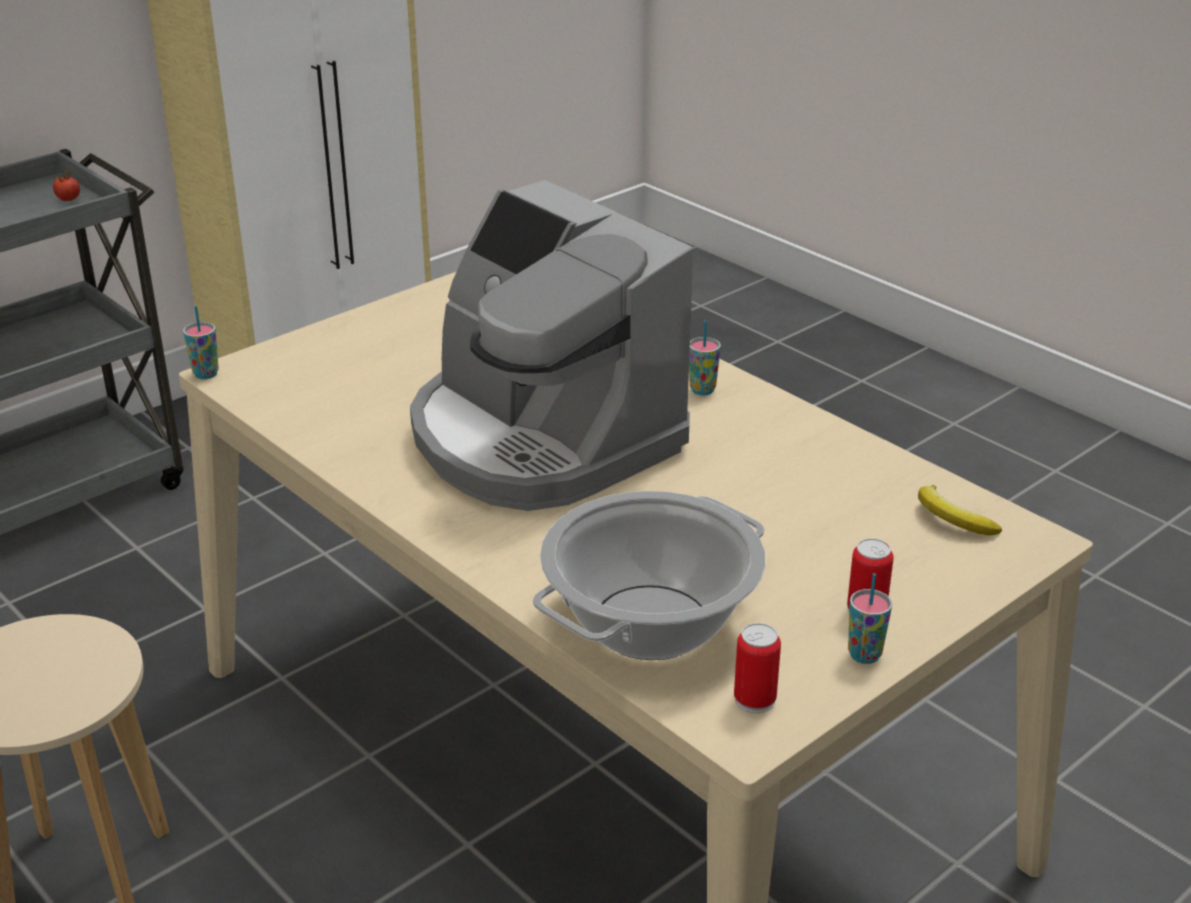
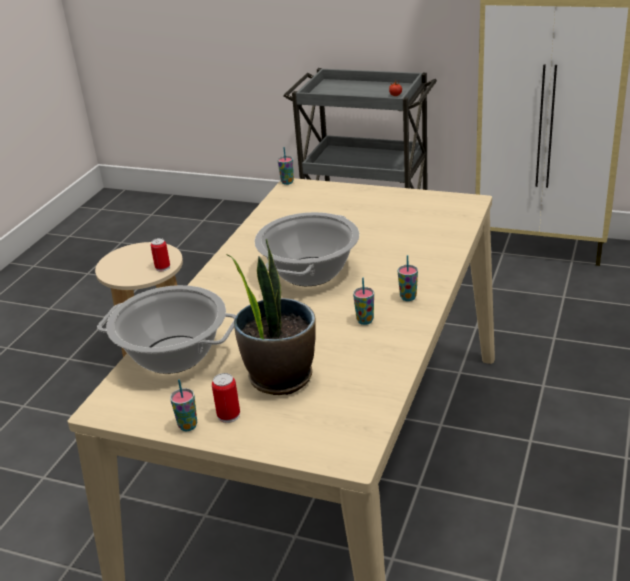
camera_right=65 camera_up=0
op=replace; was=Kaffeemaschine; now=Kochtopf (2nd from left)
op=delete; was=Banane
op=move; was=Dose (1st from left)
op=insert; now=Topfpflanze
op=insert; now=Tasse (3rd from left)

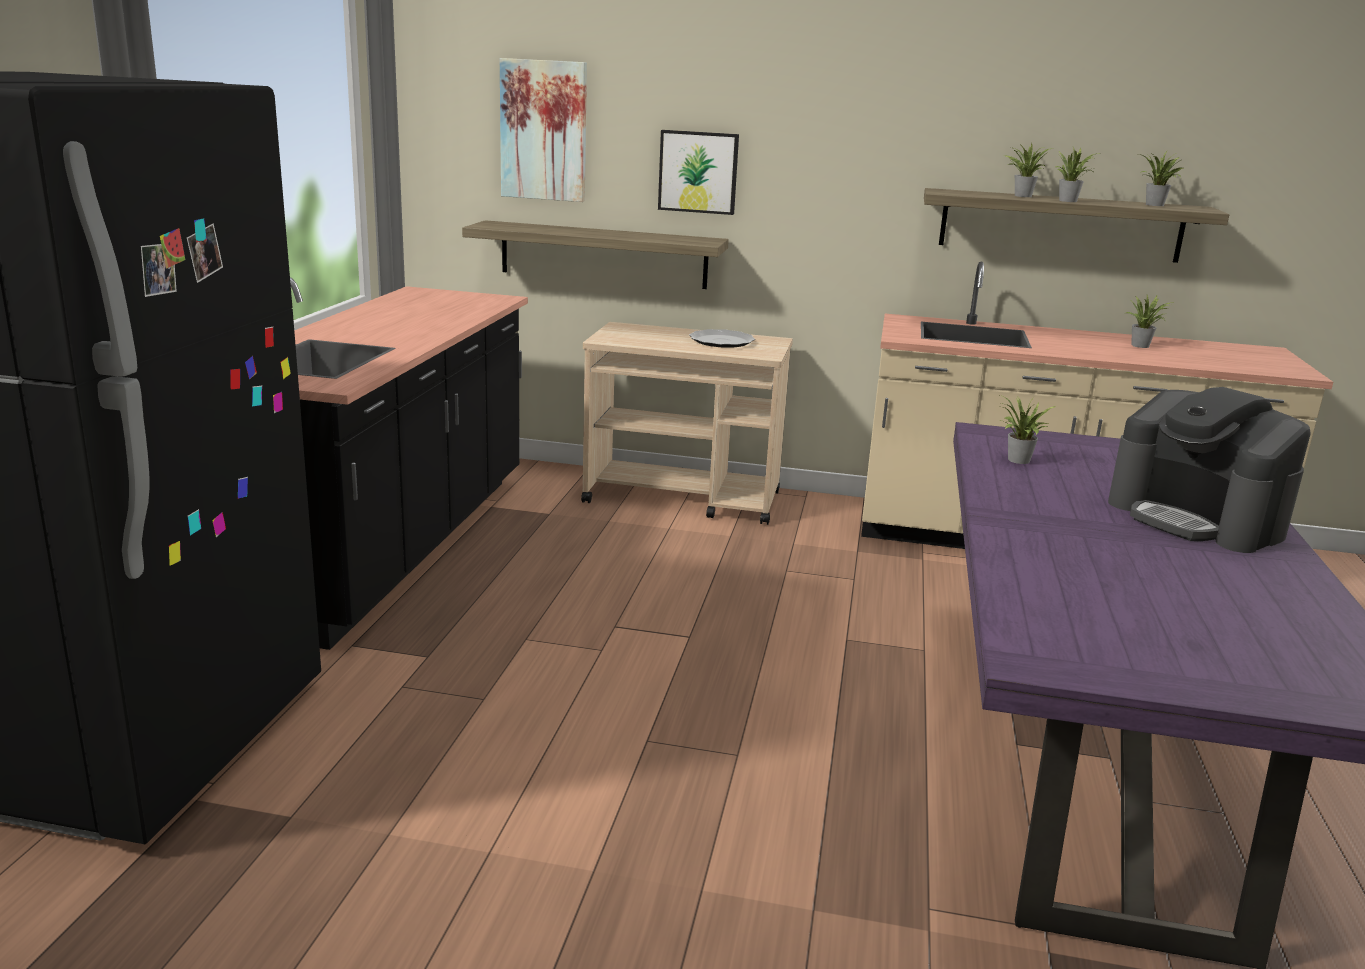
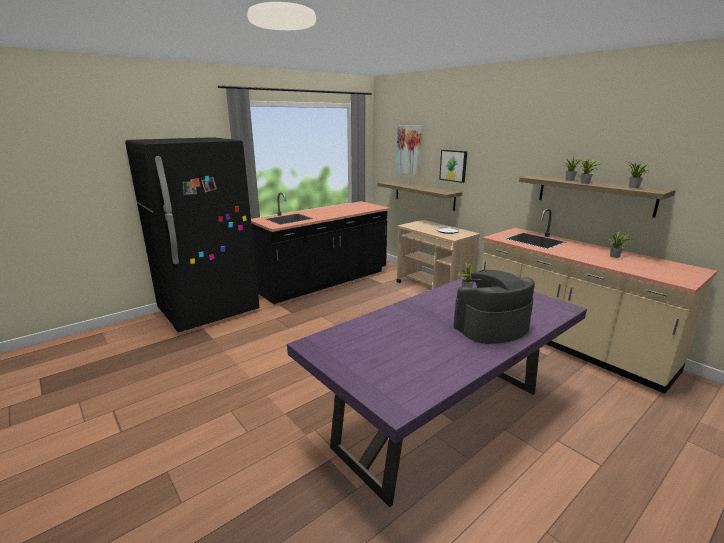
camera_right=40 camera_up=0
op=rotate; was=Kaffeemaschine; clockwise=60

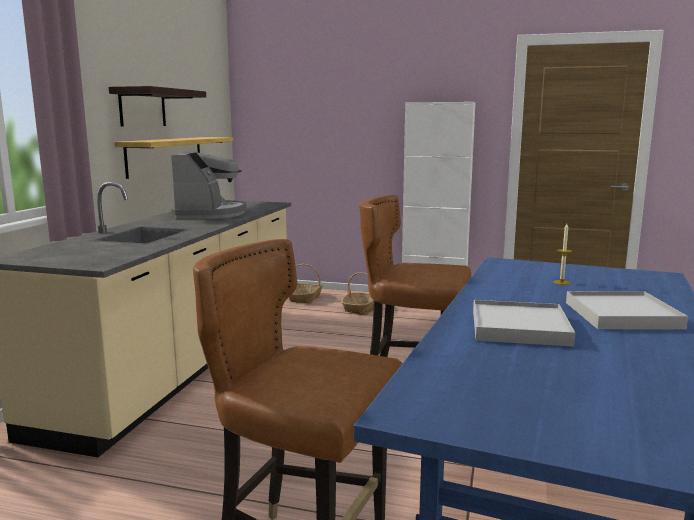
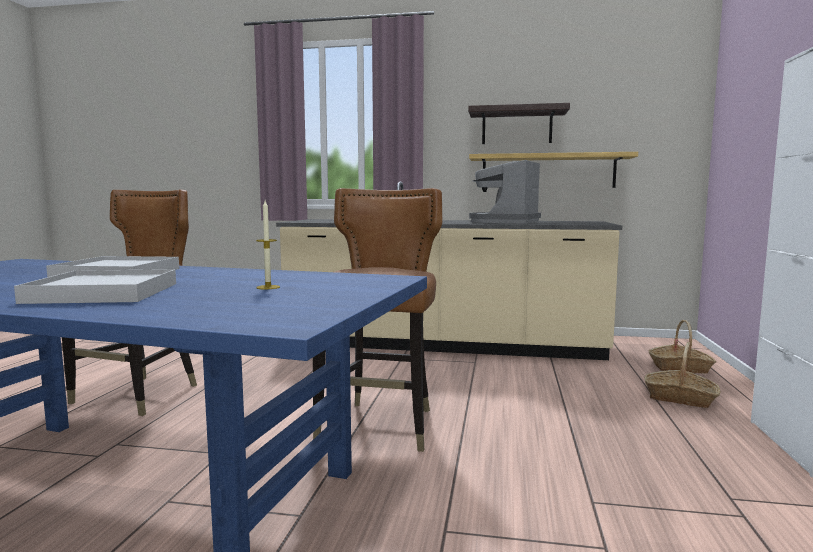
camera_right=85 camera_up=-5
op=rotate; was=Kaffeemaschine; clockwise=120

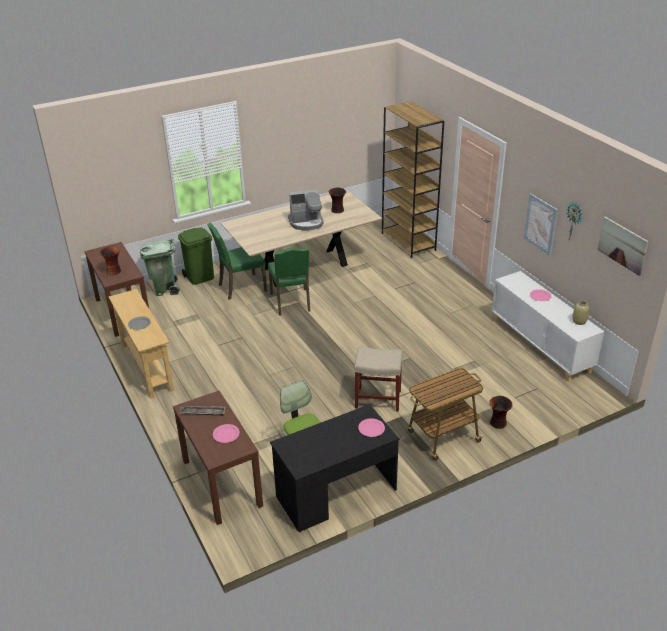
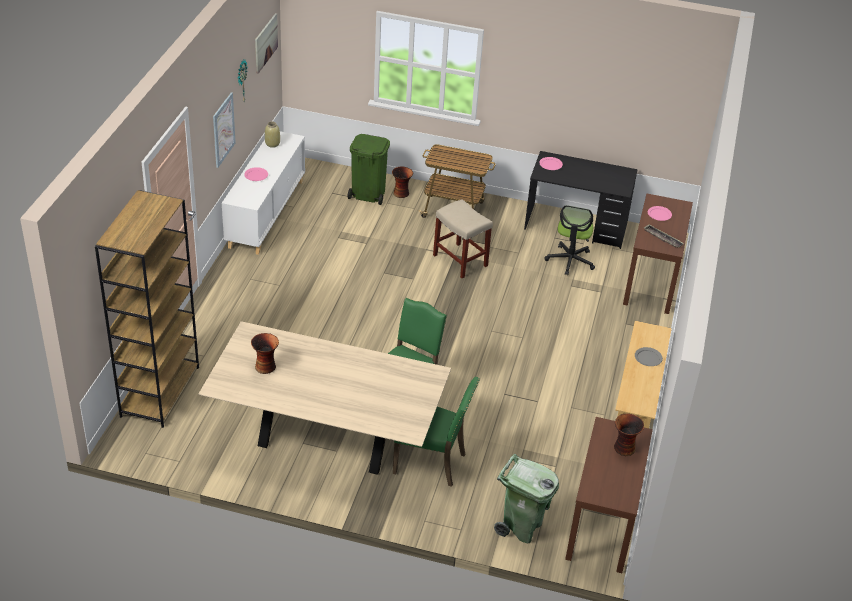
camera_right=-140 camera_up=5
op=delete; was=Kaffeemaschine
op=move; was=Mülleimer [grün] (2nd from left in the first image); now=Mülleimer [grün] (1st from left)

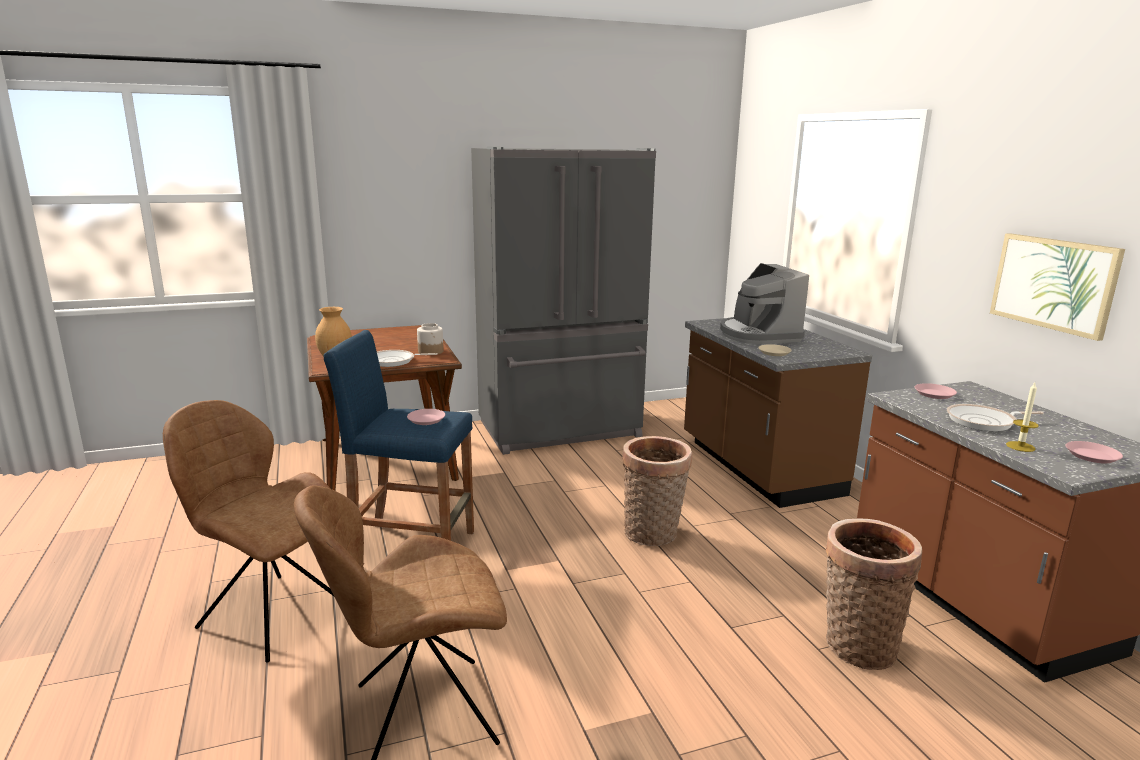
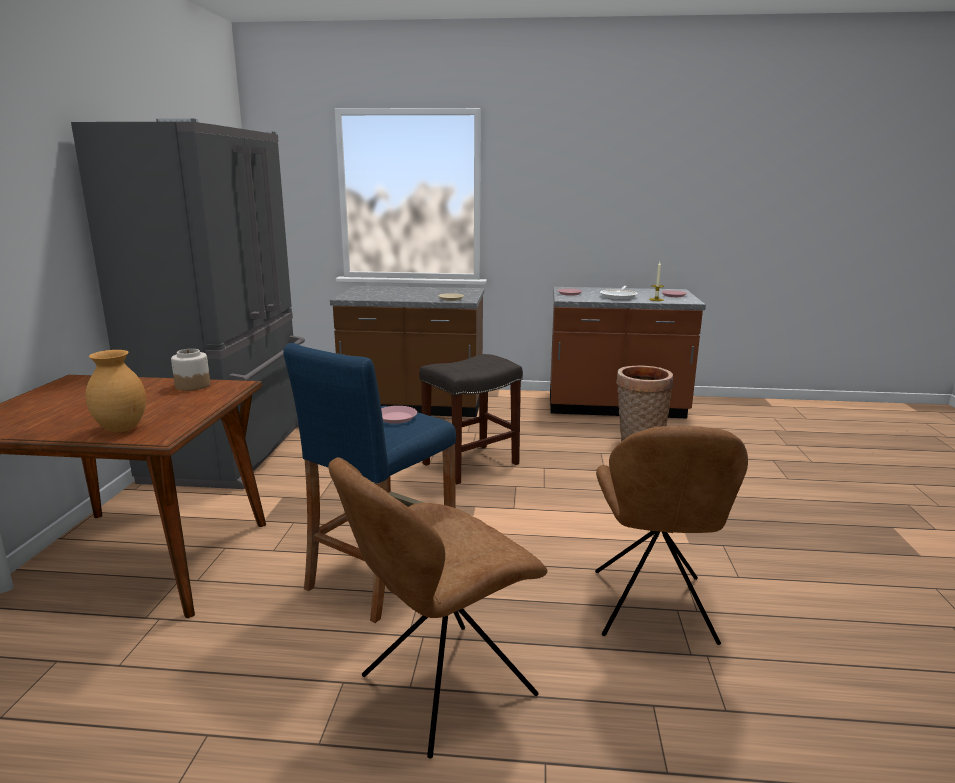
camera_right=-65 camera_up=0
op=delete; was=Bild
op=delete; was=Kaffeemaschine
op=delete; was=Pfanne (1st from left)
op=replace; was=Korb (1st from left); now=Hocker [grau]

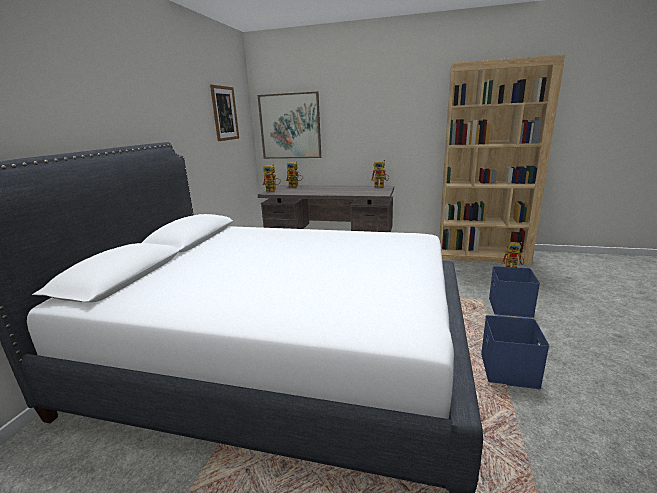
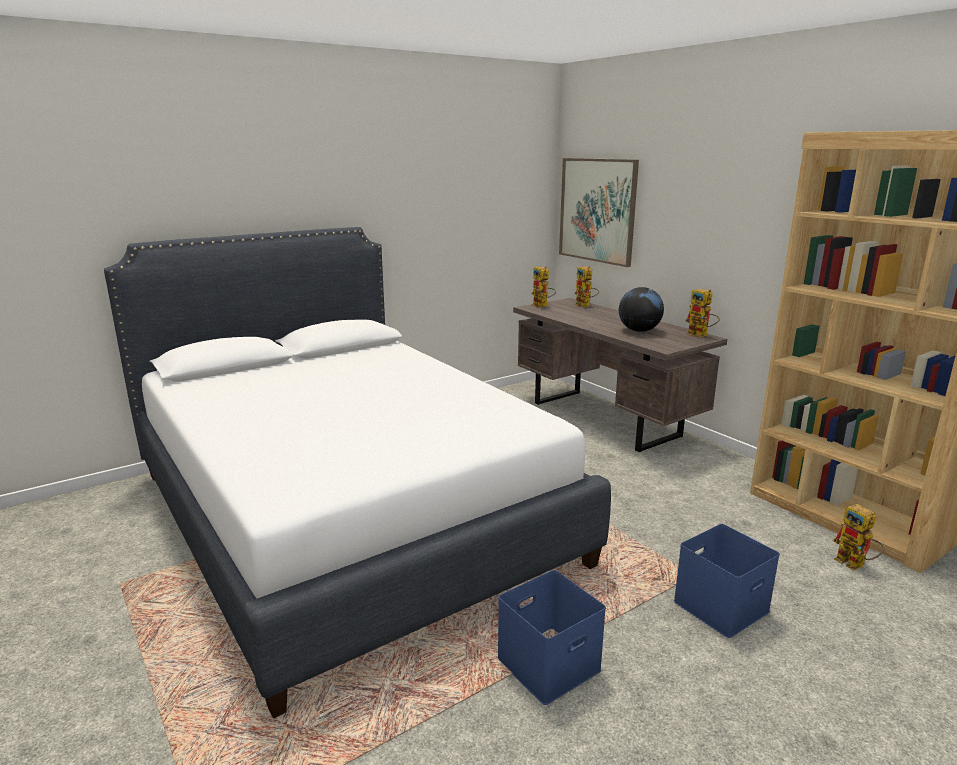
camera_right=40 camera_up=0
op=delete; was=Bild (1st from left)
op=insert; now=Globus

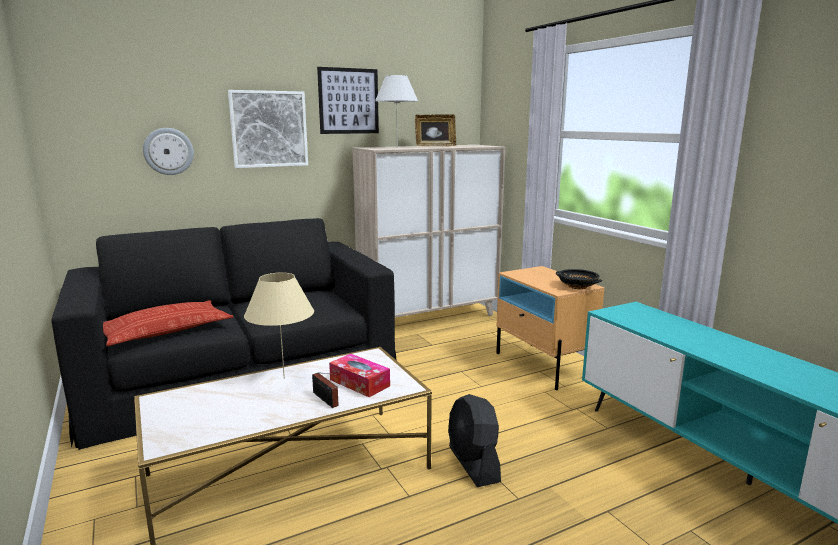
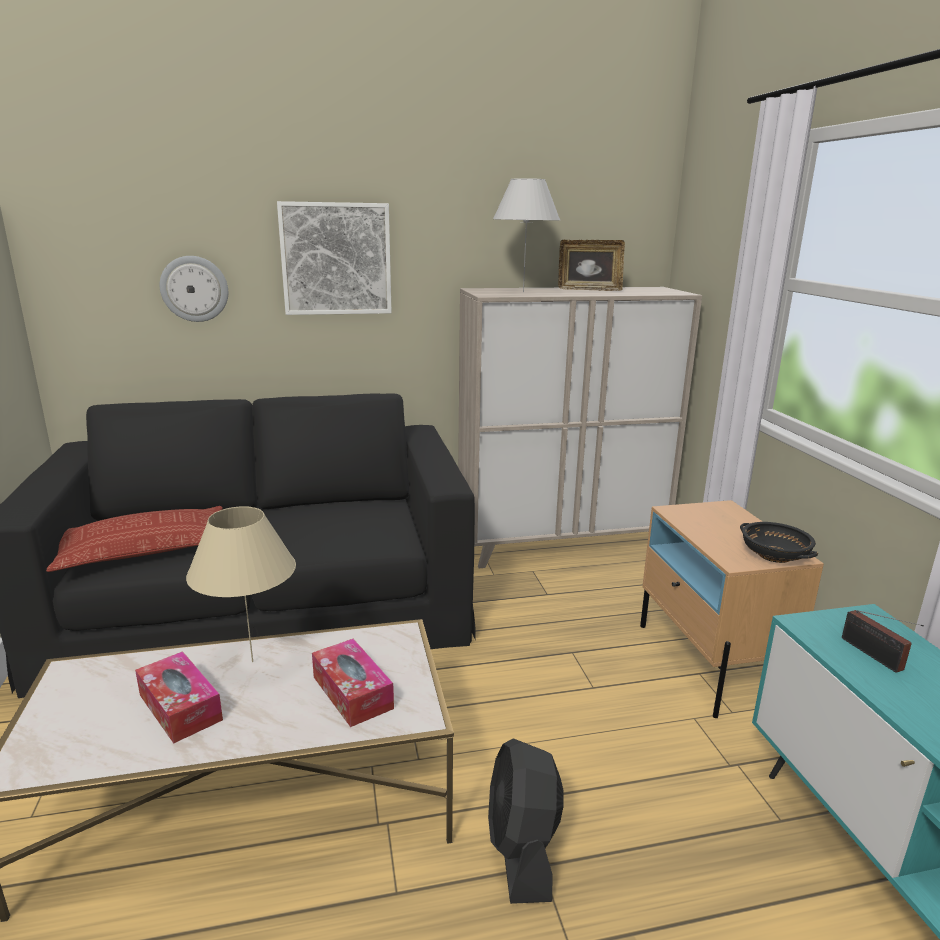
camera_right=15 camera_up=5
op=delete; was=Bild (2nd from left)
op=move; was=Radio
op=insert; now=Taschentuchbox (1st from left)

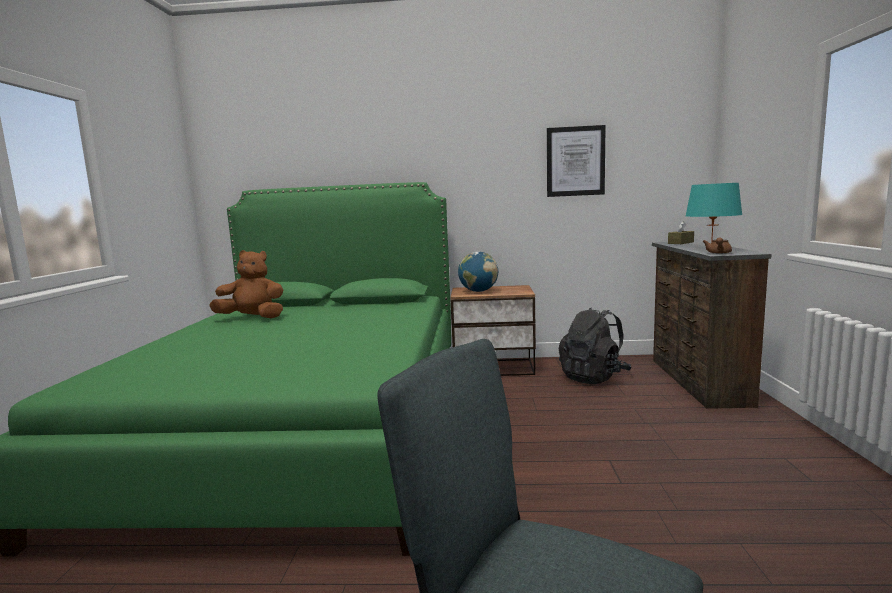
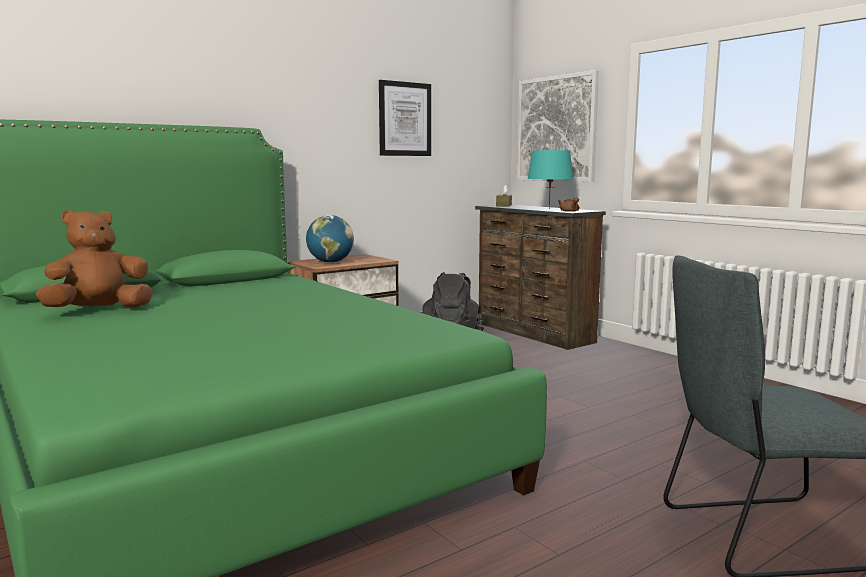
camera_right=-40 camera_up=0
op=insert; now=Bild (2nd from left)

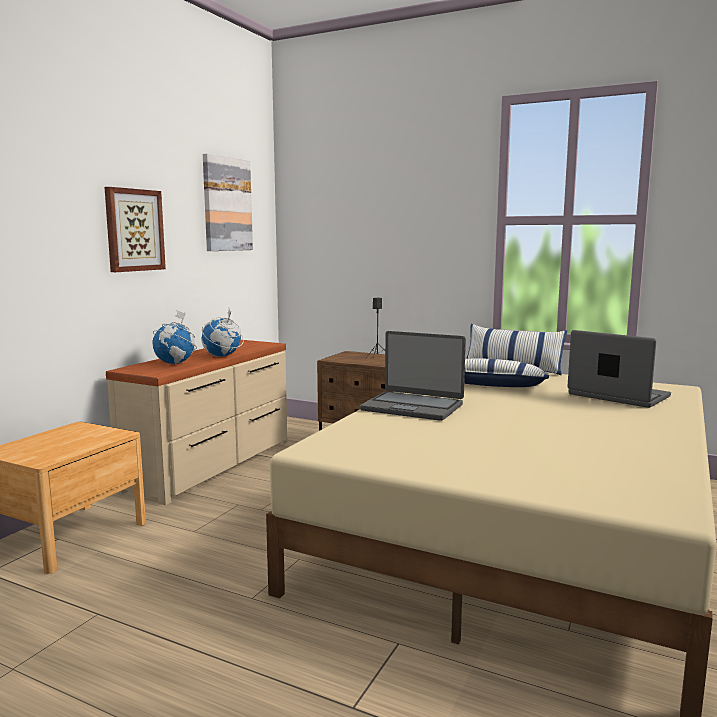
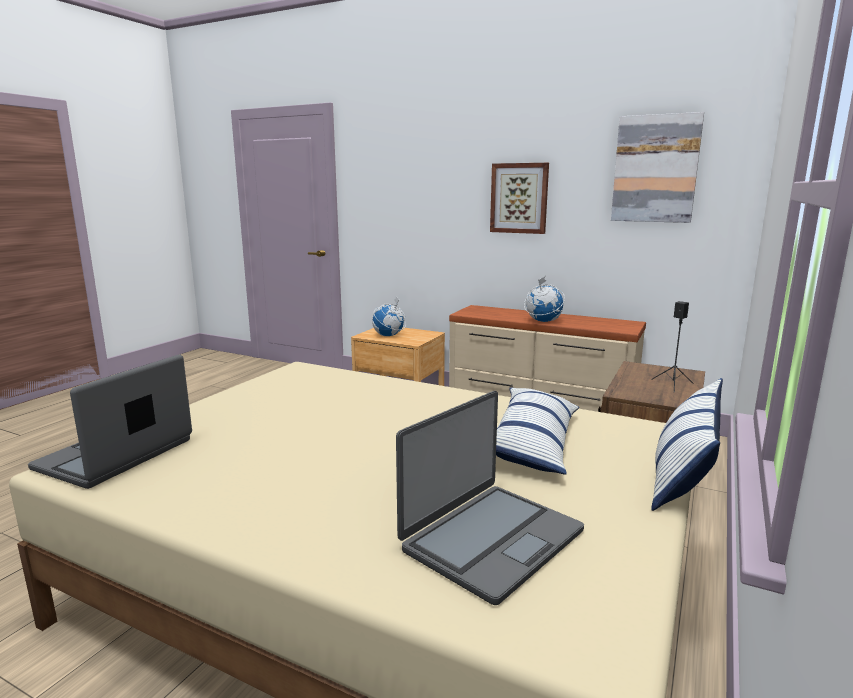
camera_right=90 camera_up=5
op=move; was=Globus (1st from left)
op=move; was=Laptop (1st from left)

